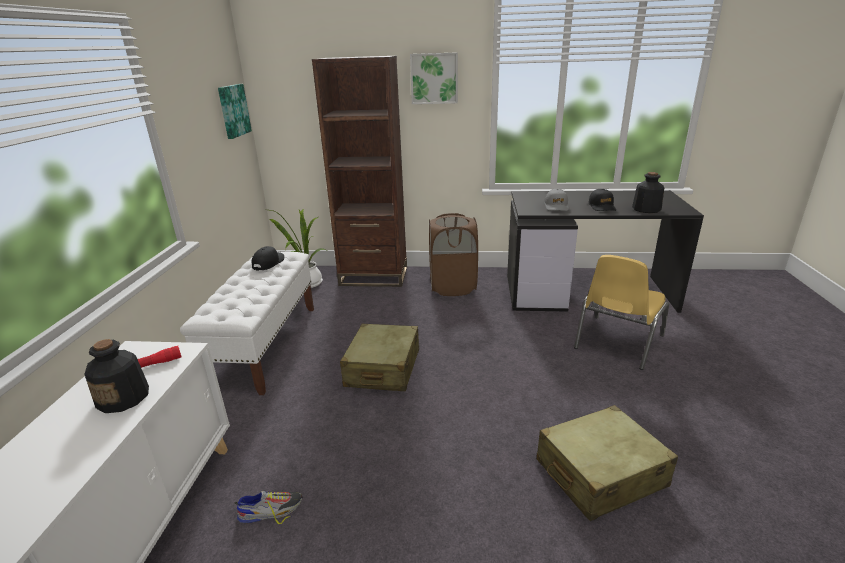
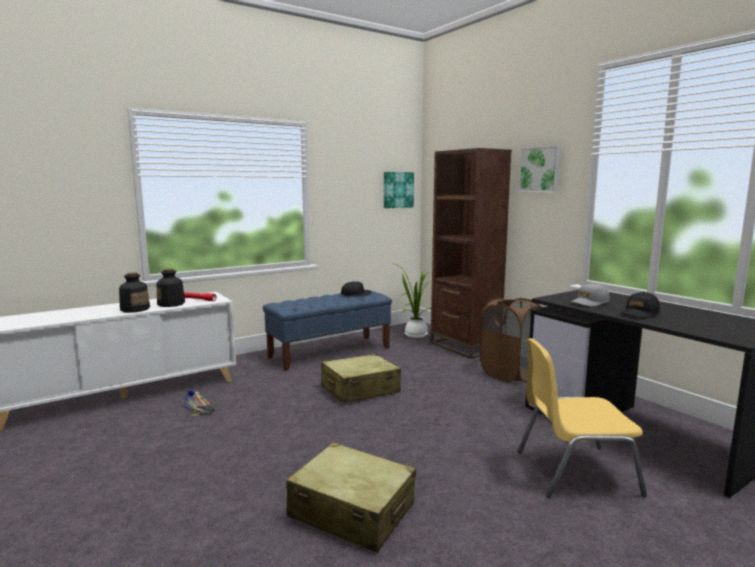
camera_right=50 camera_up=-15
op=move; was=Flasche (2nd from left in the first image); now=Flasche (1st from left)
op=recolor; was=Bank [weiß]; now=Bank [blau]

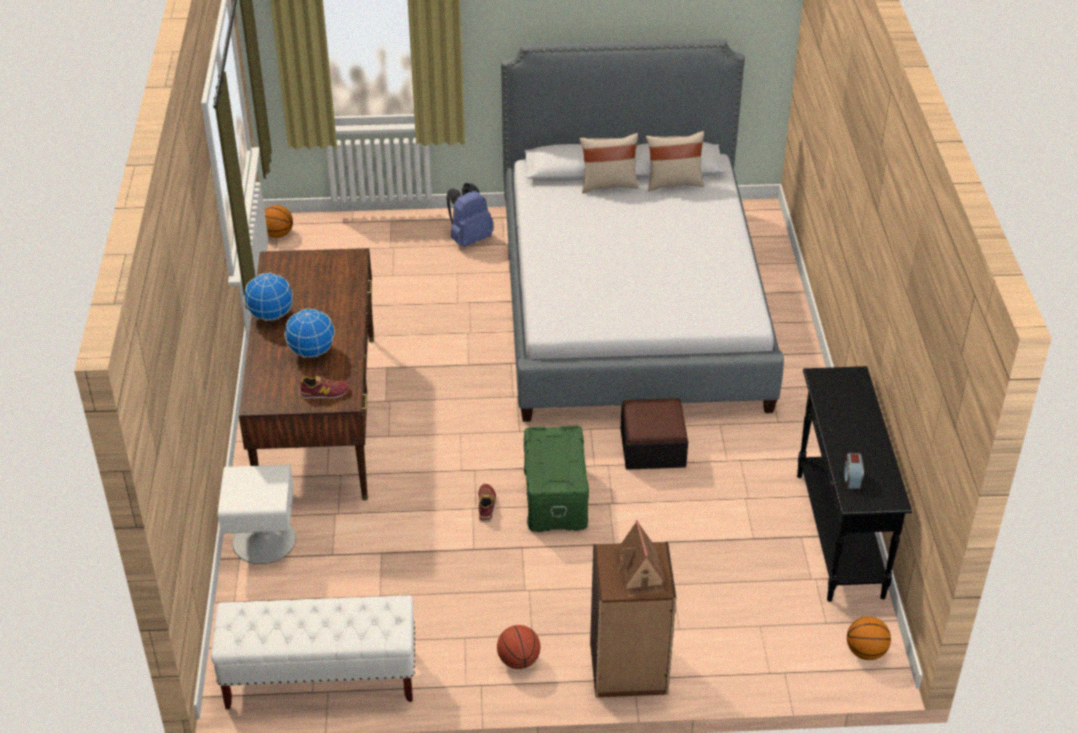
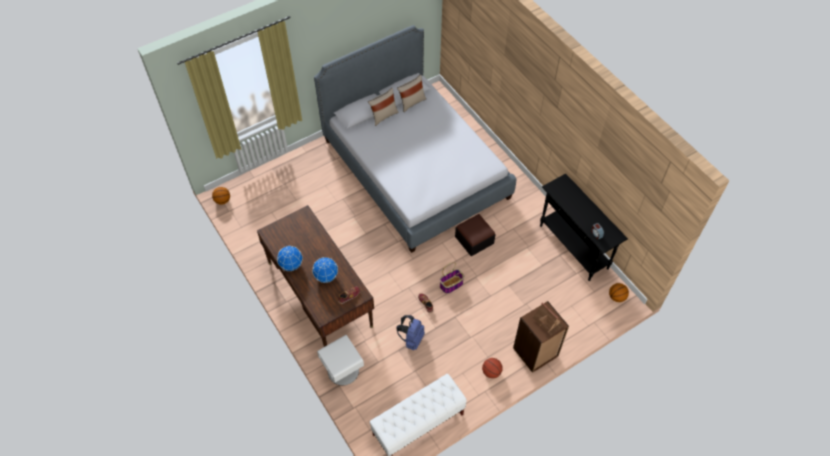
camera_right=-30 camera_up=15
op=move; was=Rucksack [blau]
op=replace; was=Aufbewahrungsbox [grün]; now=Korb

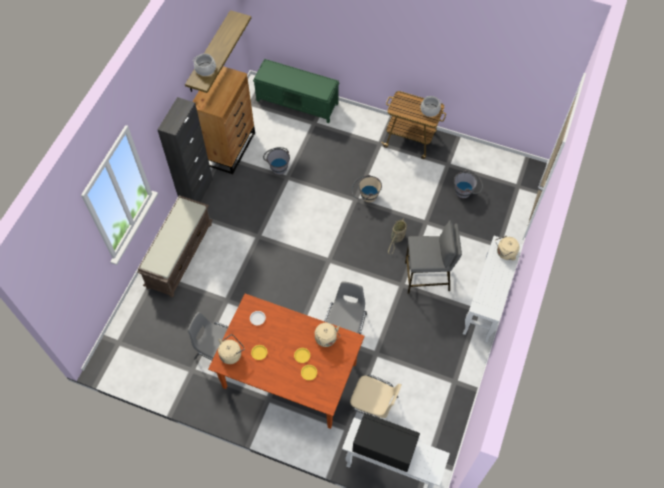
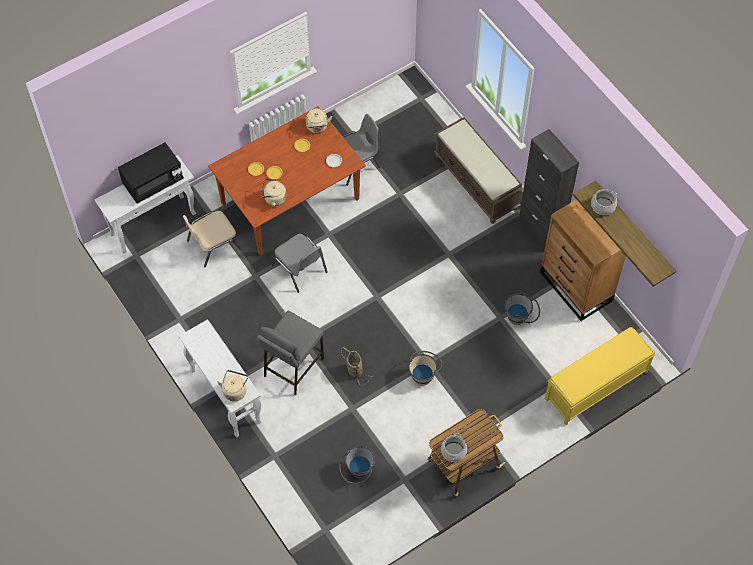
camera_right=125 camera_up=0
op=recolor; was=Bank [grün]; now=Bank [gelb]

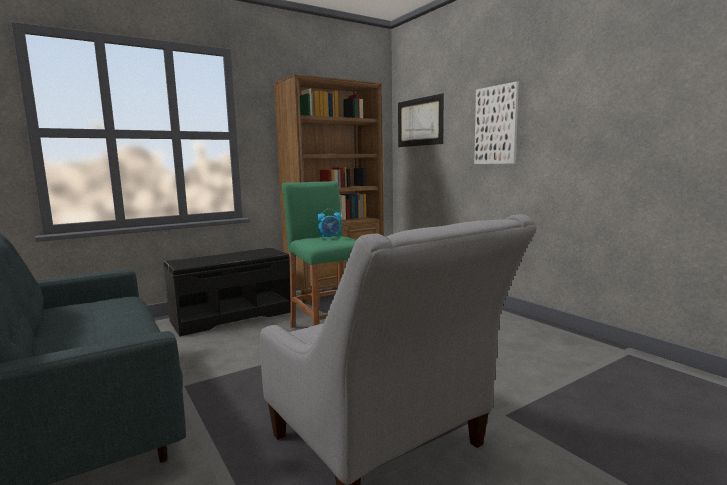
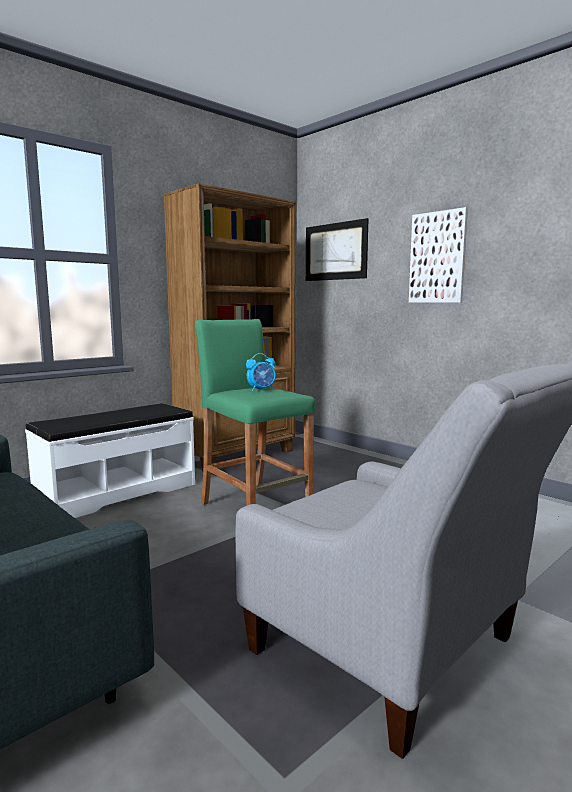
camera_right=-10 camera_up=0
op=recolor; was=Bank [schwarz]; now=Bank [weiß]

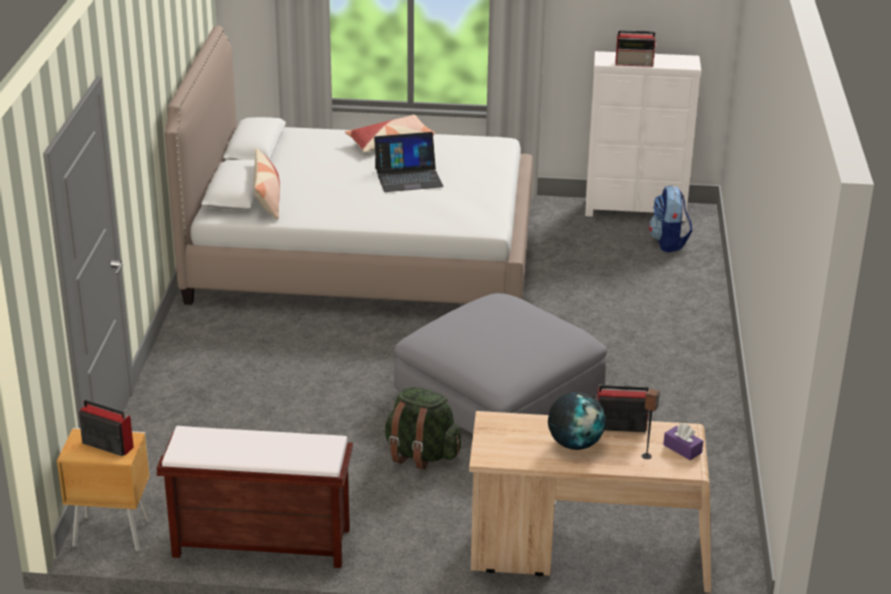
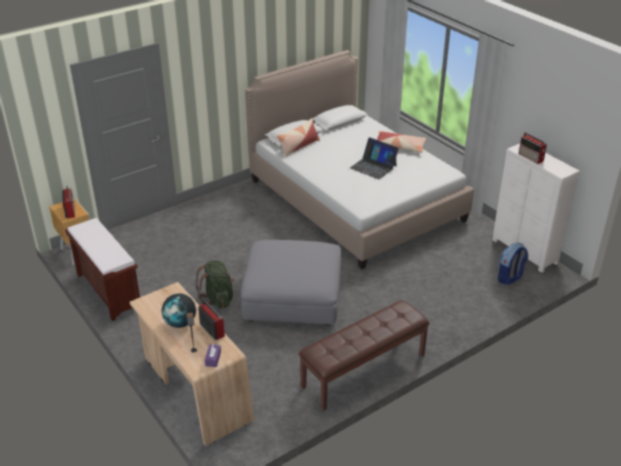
camera_right=50 camera_up=5
op=insert; now=Bank [braun] (2nd from left)

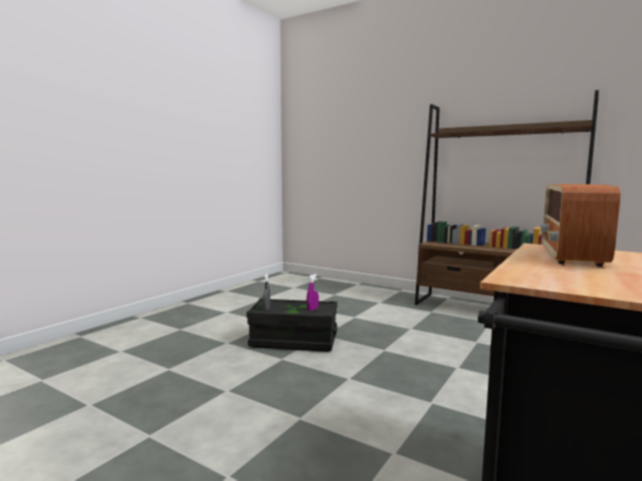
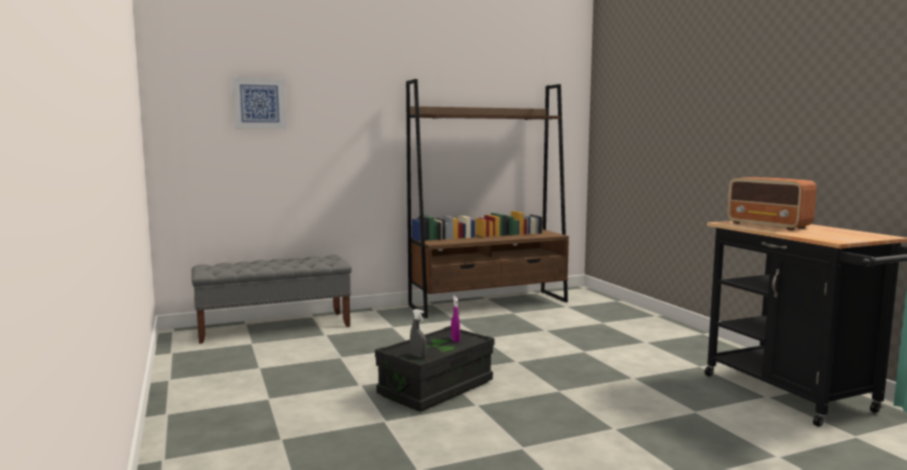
camera_right=-55 camera_up=0
op=insert; now=Bild
op=insert; now=Bank [grau]

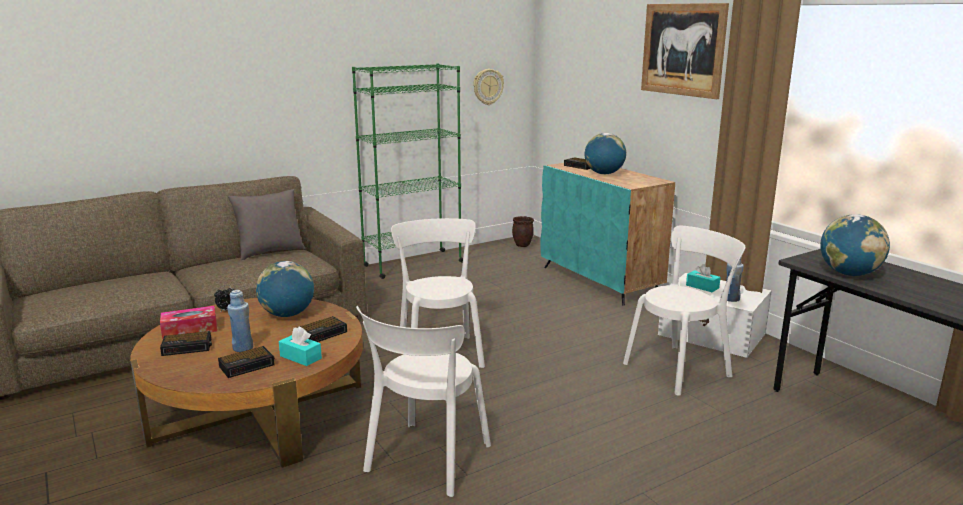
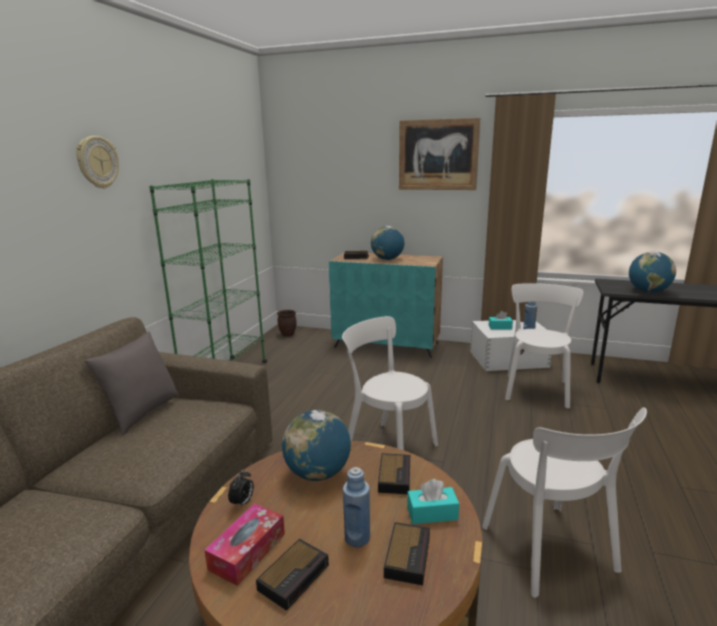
camera_right=-40 camera_up=0
op=move; was=Wanduhr

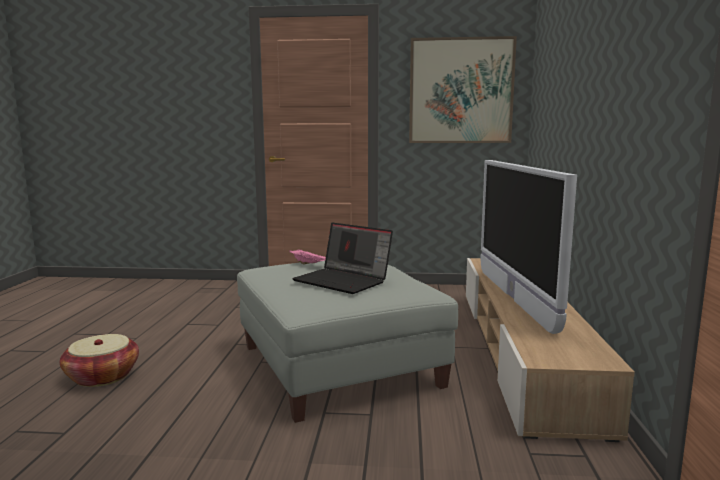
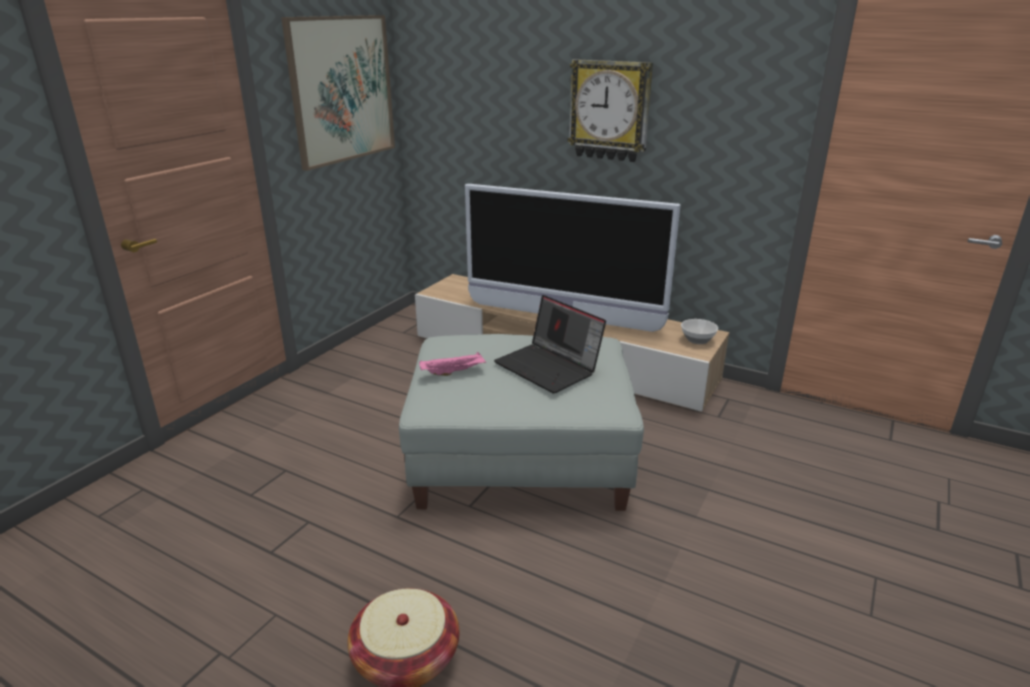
camera_right=-65 camera_up=15
op=rotate; was=Laptop; clockwise=75
op=insert; now=Wanduhr
op=insert; now=Schüssel

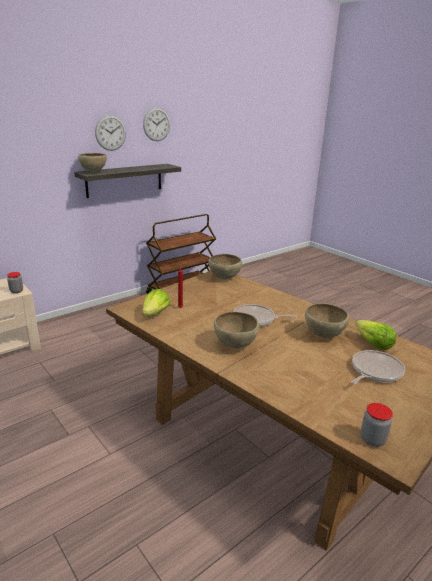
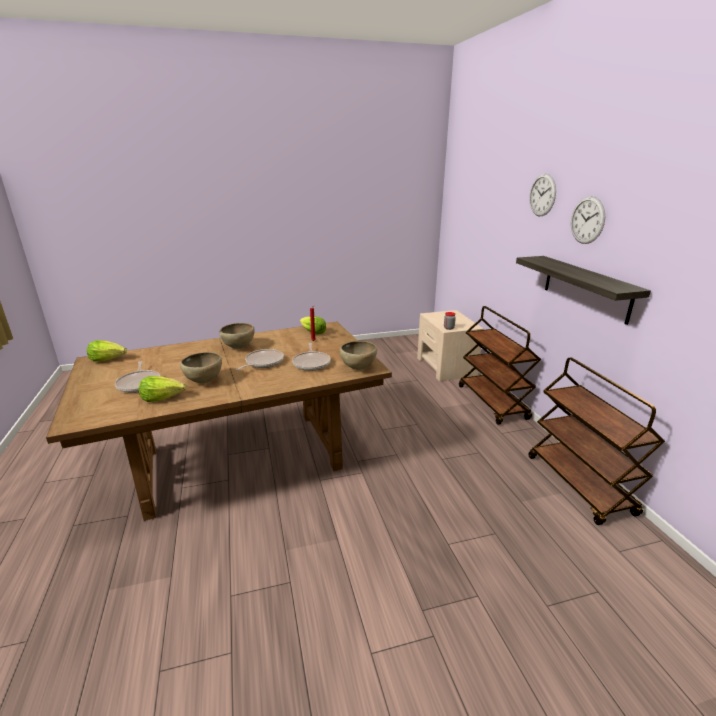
camera_right=115 camera_up=0
op=move; was=Wanduhr (2nd from left in the first image); now=Wanduhr (1st from left)
op=delete; was=Schüssel [braun] (1st from left)
op=replace; was=Vorratsglas (2nd from left); now=Salatkopf (1st from left)
op=insert; now=Rollwagen [braun] (1st from left)
op=insert; now=Pfanne (3rd from left)

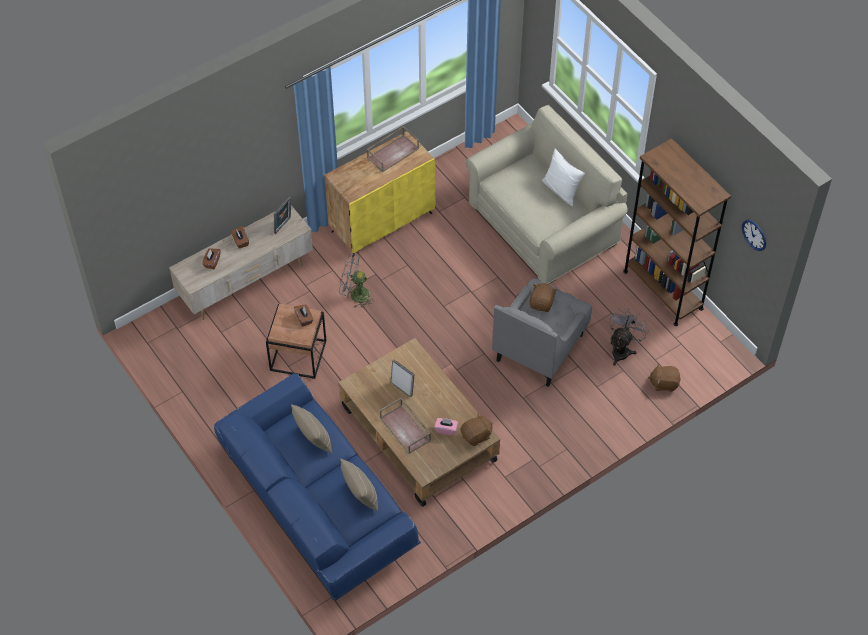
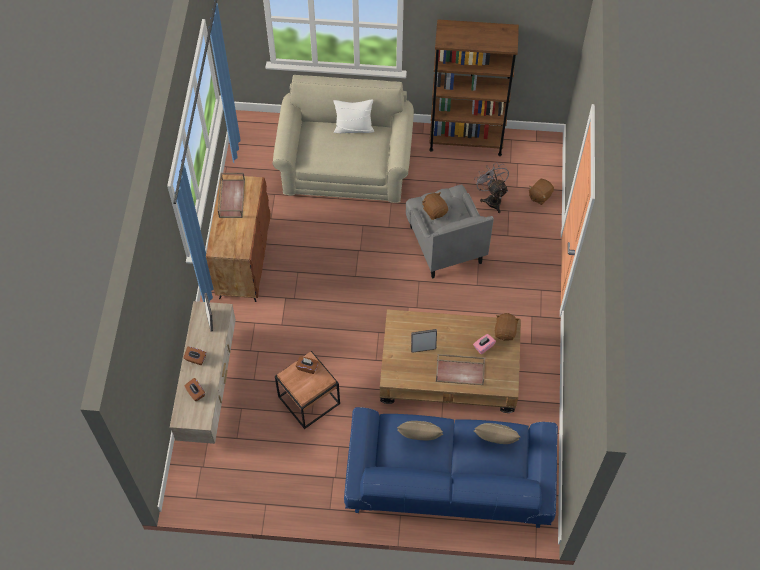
camera_right=-50 camera_up=5
op=recolor; was=Schrank [gelb]; now=Schrank [braun]
op=delete; was=Wanduhr
op=delete; was=Ventilator [grau] (1st from left)

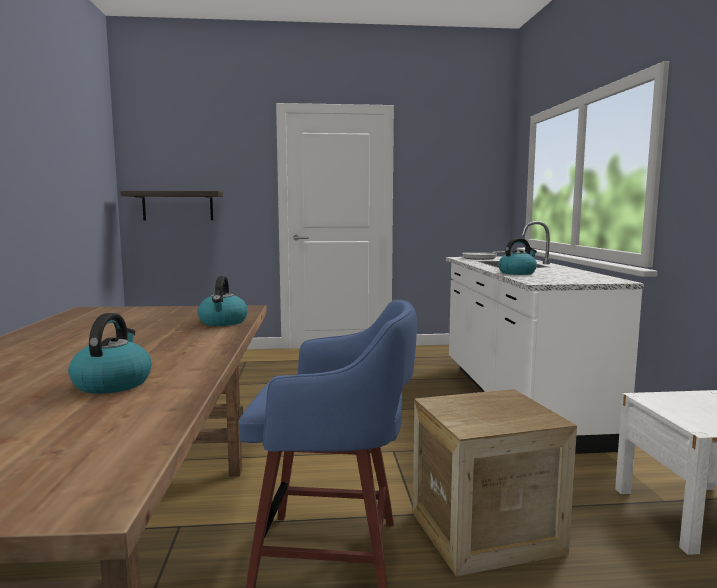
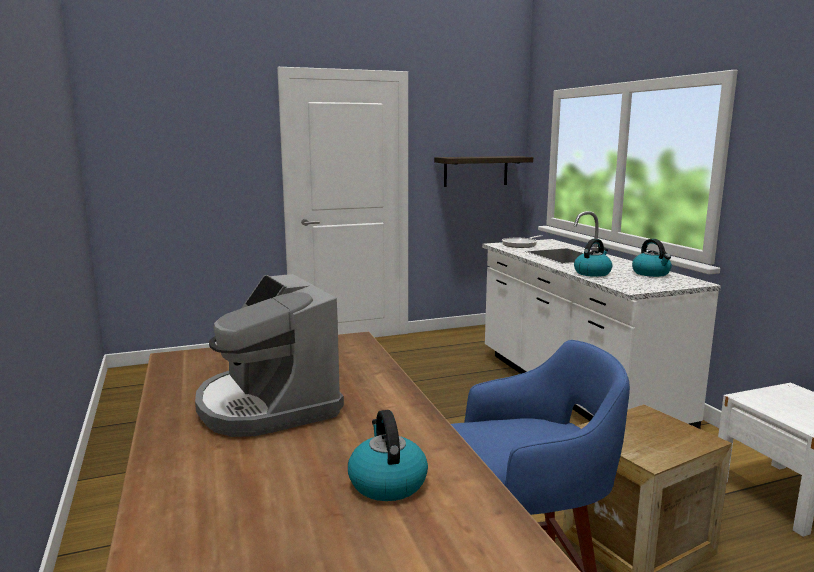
camera_right=-15 camera_up=5
op=move; was=Wandregal
op=move; was=Wasserkessel (2nd from left in the first image); now=Wasserkessel (3rd from left)
op=insert; now=Kaffeemaschine

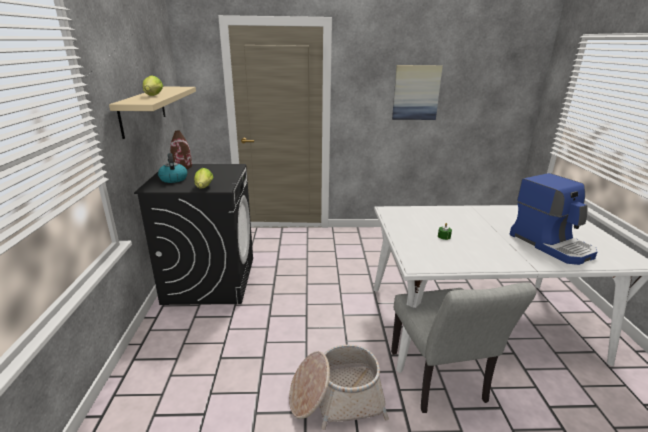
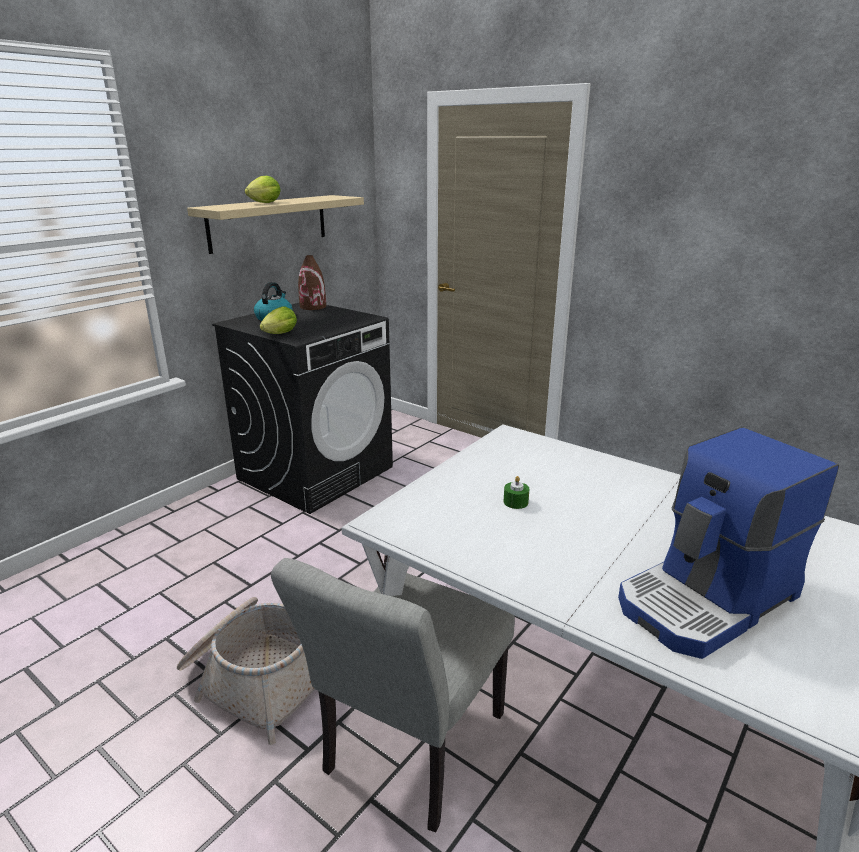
camera_right=40 camera_up=0
op=delete; was=Bild
op=rotate; was=Kaffeemaschine; clockwise=45

